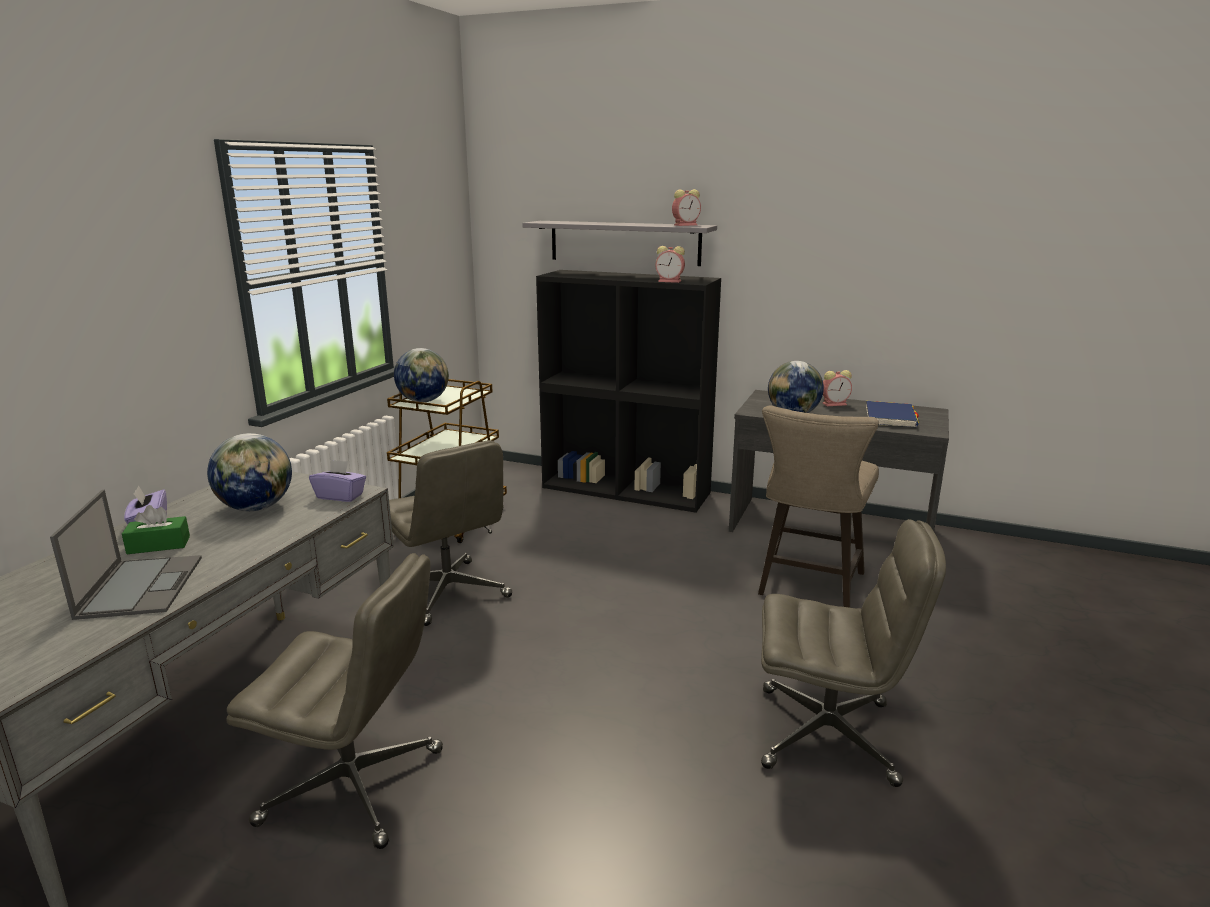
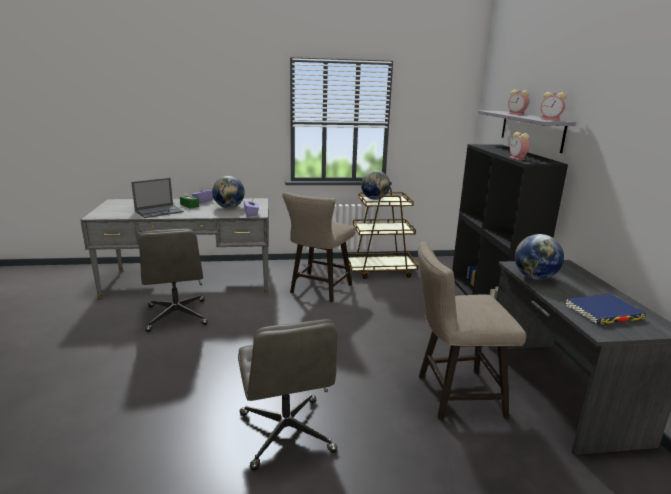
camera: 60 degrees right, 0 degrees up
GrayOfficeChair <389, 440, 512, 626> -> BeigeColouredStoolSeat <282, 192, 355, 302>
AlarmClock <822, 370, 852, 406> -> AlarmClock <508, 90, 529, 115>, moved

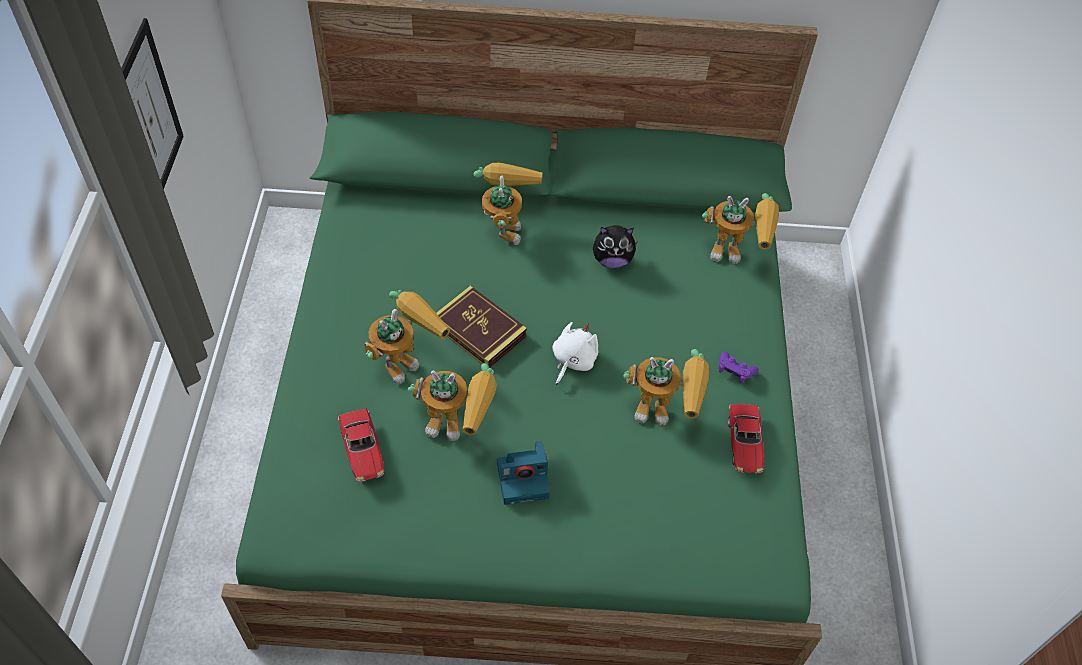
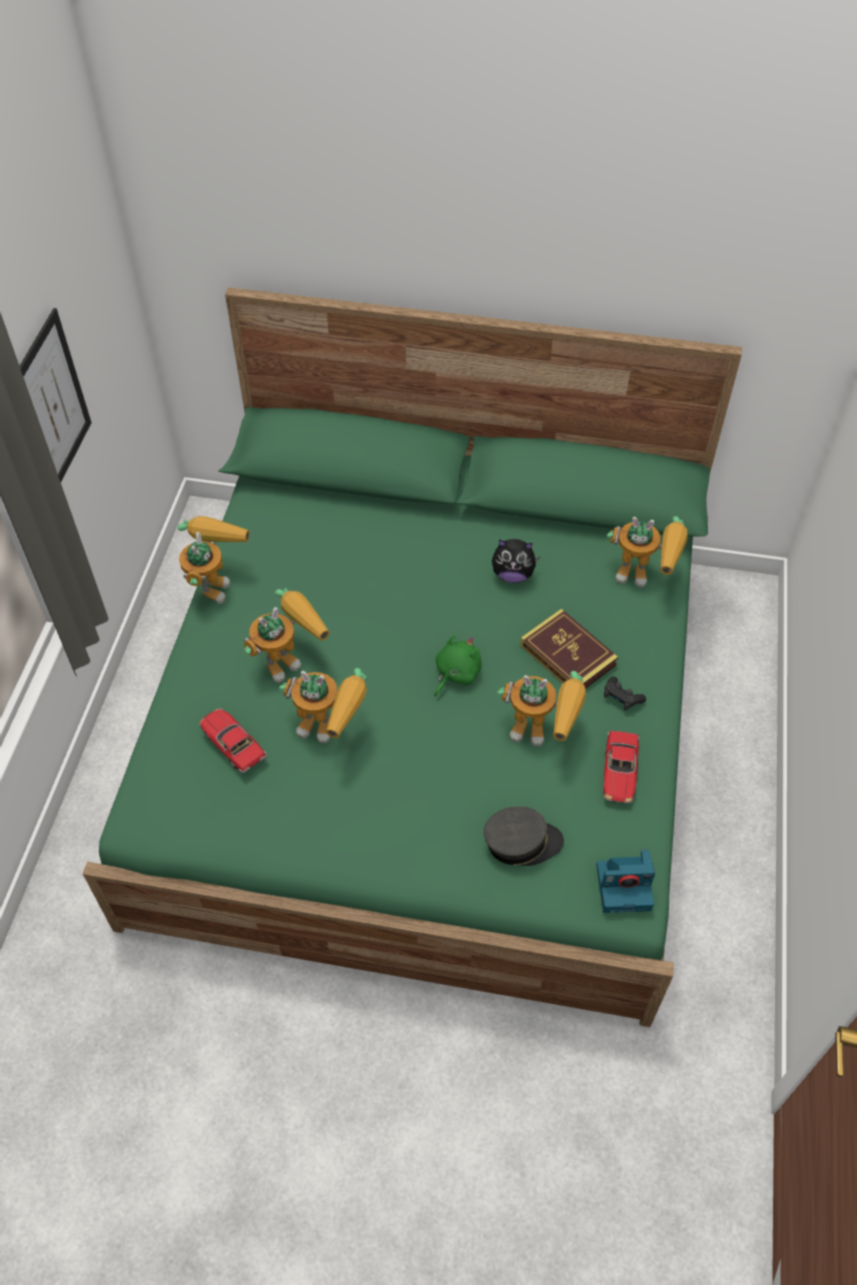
camera: 10 degrees right, 0 degrees up
ModelCar <338, 409, 384, 482> -> ModelCar <199, 708, 267, 773>, 150 degrees clockwise
BoundBook <436, 285, 527, 368> -> BoundBook <520, 609, 618, 689>, moved
RobotFigure <474, 163, 543, 245> -> RobotFigure <177, 516, 250, 604>, moved
PhotoCamera <497, 441, 550, 505> -> PhotoCamera <596, 849, 655, 913>, moved
WhiteColouredSoftToy <553, 322, 599, 385> -> GreenSoftToy <434, 634, 482, 696>
PurplishGameController <719, 351, 759, 383> -> BlackGameController <604, 676, 646, 711>
none -> GrayCap <484, 806, 564, 866>

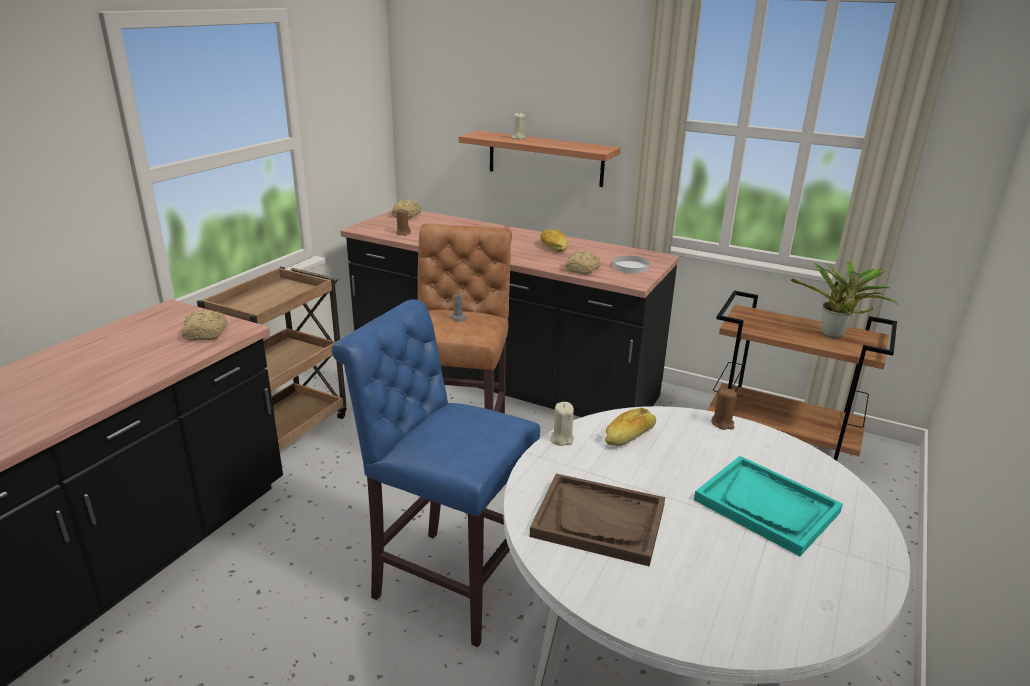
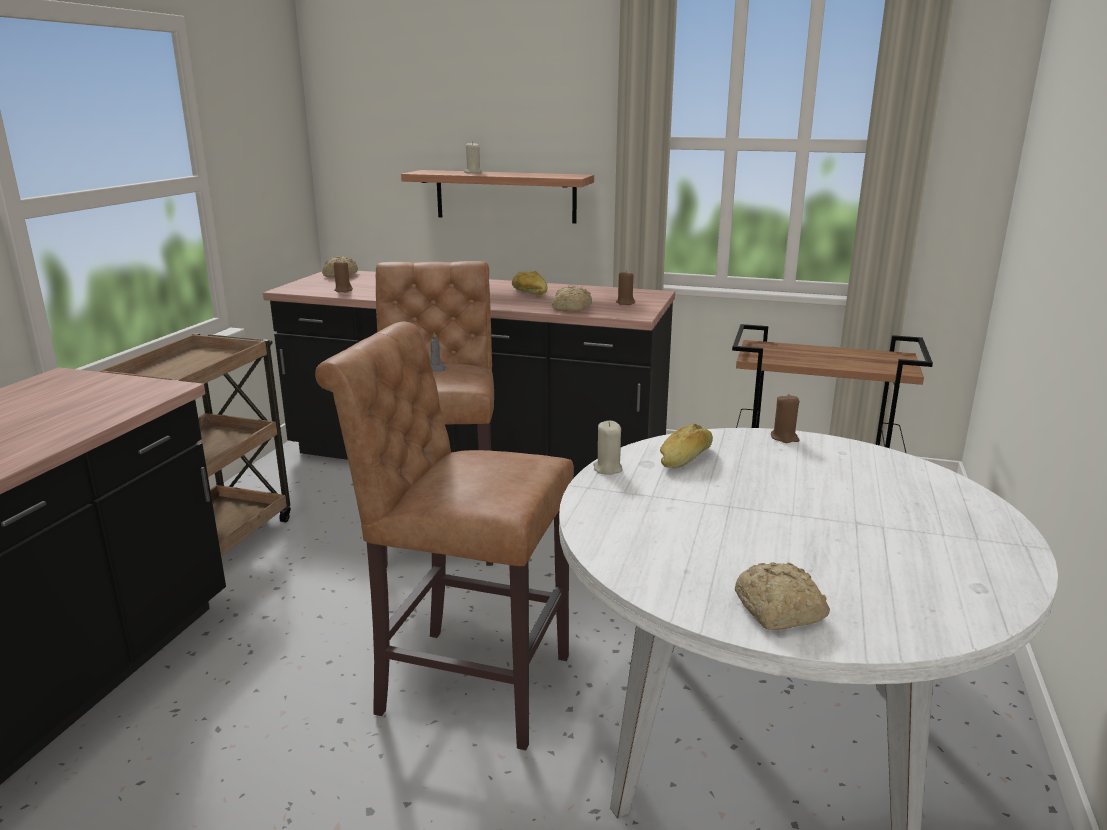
camera: 10 degrees left, 5 degrees down
BakeryBread <182, 310, 228, 341> -> BakeryBread <735, 563, 830, 630>, moved
BluishStoolSeat <332, 299, 540, 647> -> BrownishStoolSeat <315, 322, 574, 750>
BrownishServingTray <530, 474, 665, 566> -> none
WhiteColouredPlate <613, 256, 650, 273> -> BrownishWaxCandle <616, 270, 635, 305>
BlueGreenServingTray <694, 456, 843, 556> -> none
PlantInAPot <791, 262, 898, 338> -> none

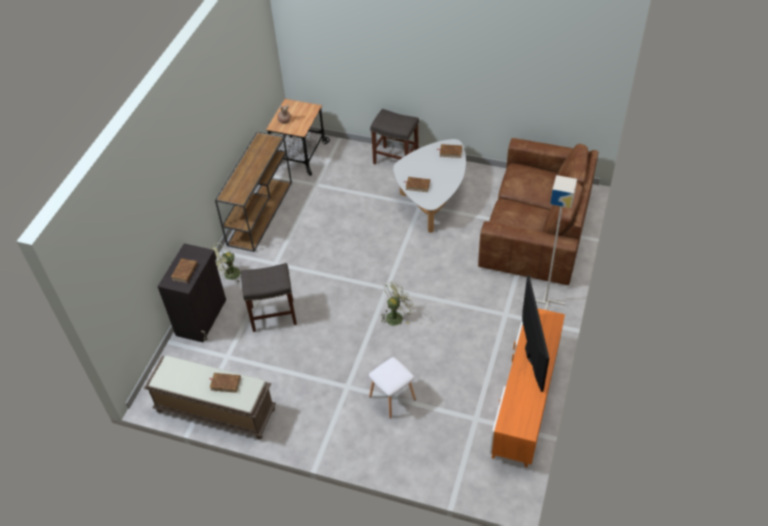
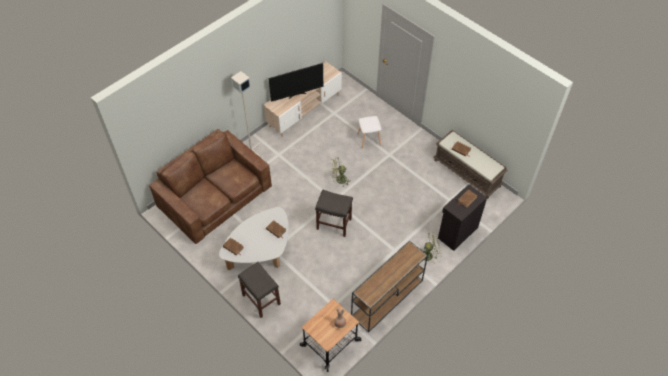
camera: 155 degrees left, 5 degrees up
GrayStoolSeat <241, 263, 297, 332> -> GrayStoolSeat <315, 190, 353, 237>, moved
OrangeColouredTvStand <490, 308, 565, 467> -> BeigeColouredTvStand <264, 62, 342, 137>
TvSet <522, 276, 549, 392> -> TvSet <268, 63, 323, 102>, 135 degrees counterclockwise

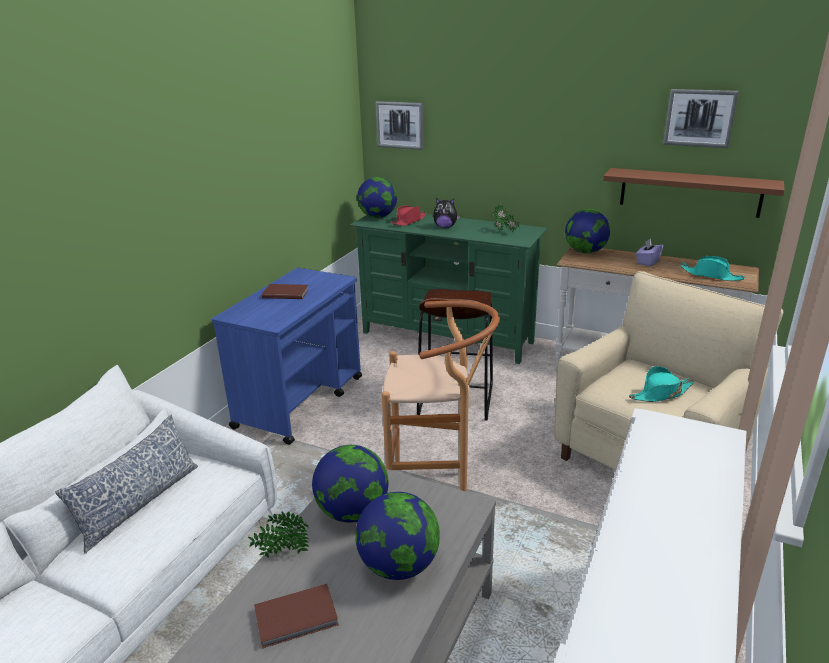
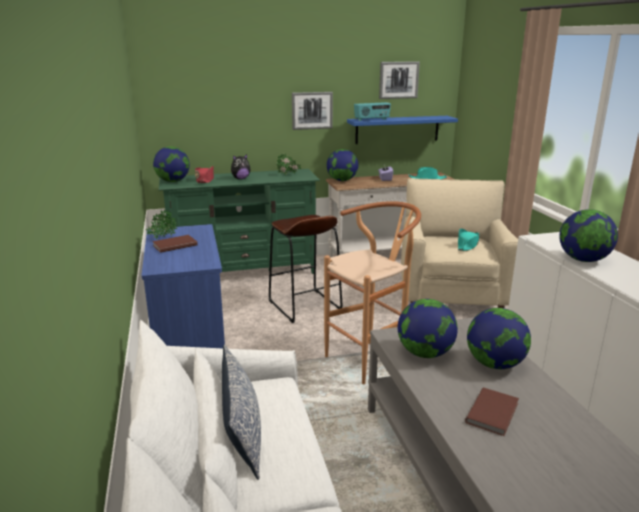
camera: 40 degrees left, 5 degrees down
PlantInAPot <248, 511, 309, 558> -> PlantInAPot <146, 210, 177, 239>, moved
WallArt <375, 101, 424, 150> -> WallArt <292, 92, 333, 130>, moved
BrownishWallShelf <603, 168, 785, 218> -> BluishWallShelf <347, 116, 458, 144>
none -> RadioReceiver <354, 102, 391, 121>
none -> WorldGlobe <559, 209, 618, 262>

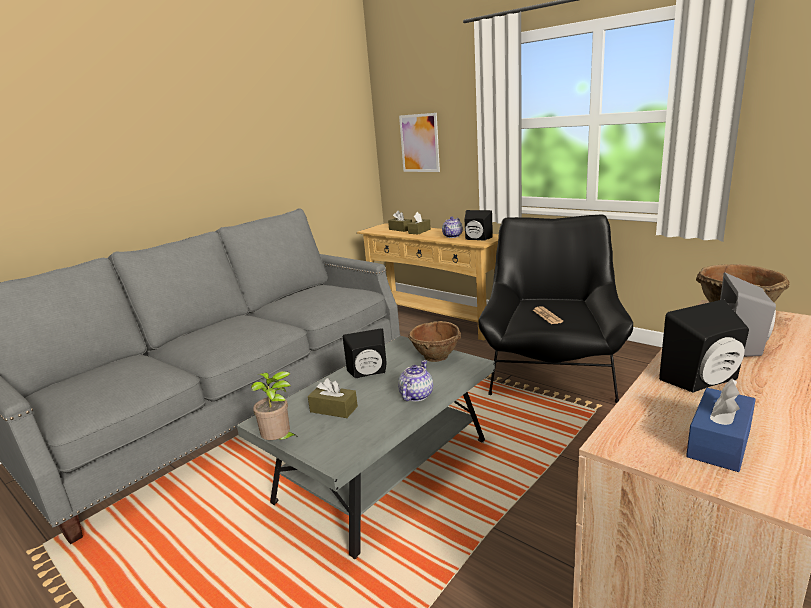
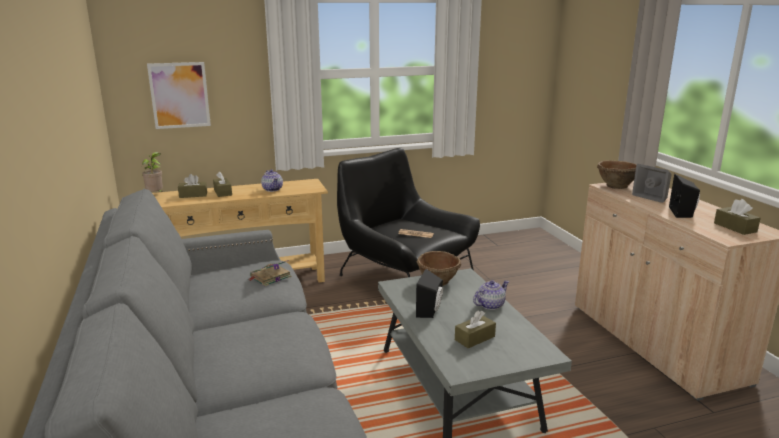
camera: 60 degrees left, 0 degrees up
PlantInAPot <251, 371, 299, 440> -> PlantInAPot <141, 152, 163, 192>, moved
TeaPot <398, 360, 433, 401> -> TeaPot <473, 280, 509, 310>, 90 degrees clockwise
BlackLoudspeaker <464, 210, 493, 241> -> none
BluishBoxOfTissues <686, 379, 756, 472> -> BrownishBoxOfTissues <714, 199, 761, 235>
none -> BoundBook <247, 260, 292, 286>

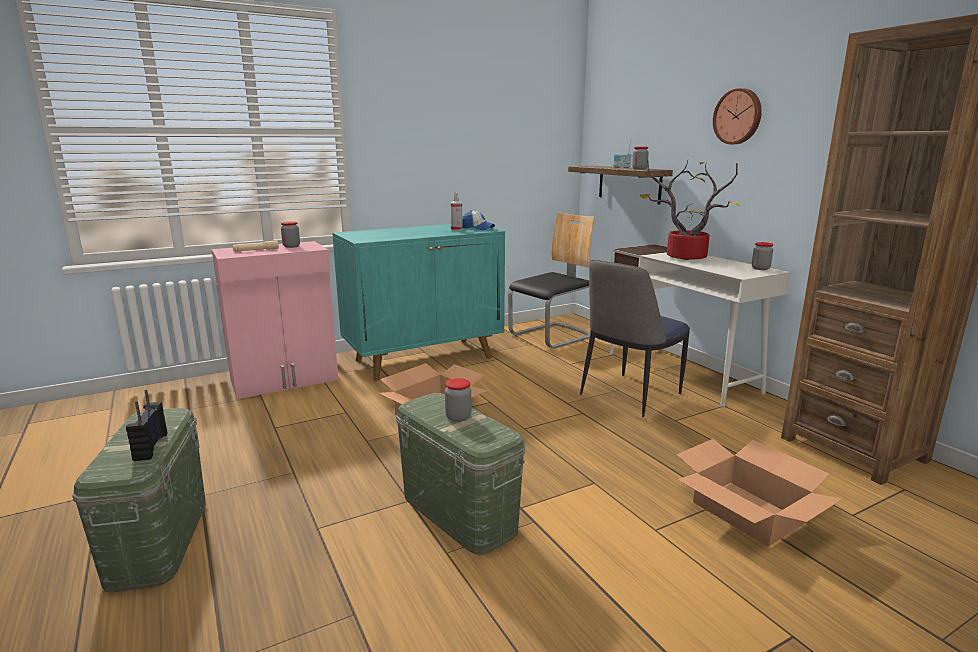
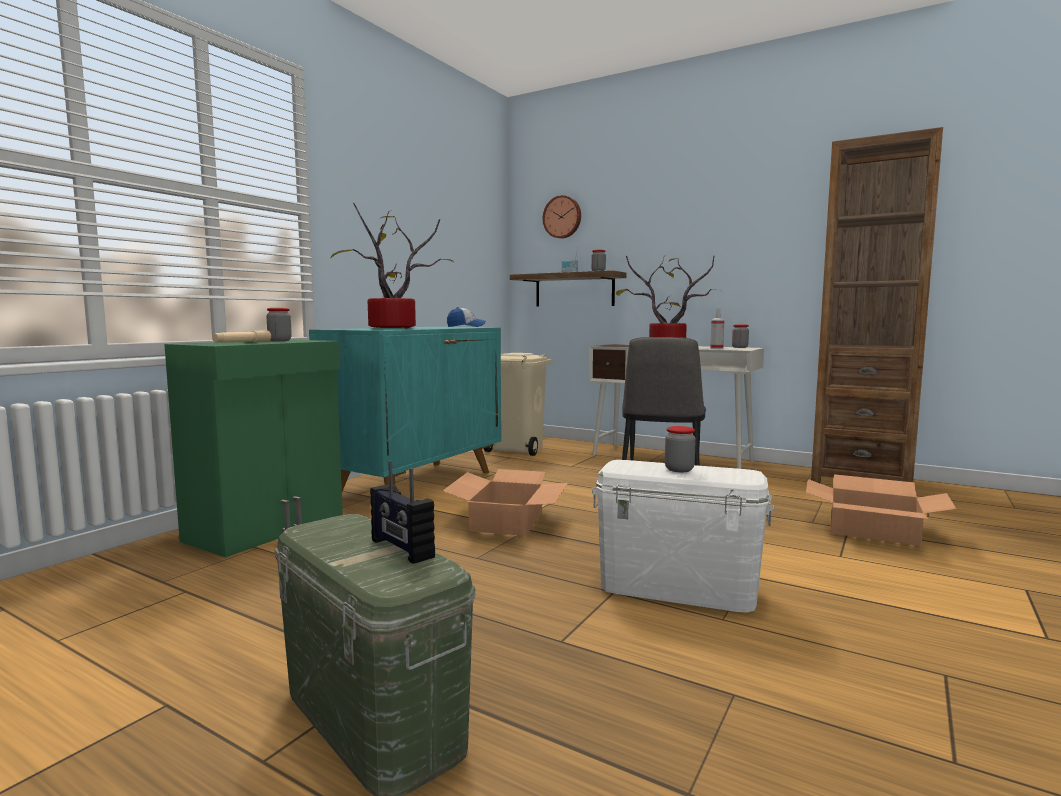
camera: 30 degrees left, 10 degrees down
PinkCabinet <212, 241, 338, 399> -> GreenCabinet <164, 340, 343, 558>
GreenStorageBin <396, 393, 525, 555> -> WhiteColouredStorageBin <592, 460, 773, 613>
SprayBottle <450, 192, 462, 231> -> SprayBottle <710, 309, 725, 349>, moved
Chair <508, 212, 595, 349> -> BeigeColouredTrashCan <484, 353, 553, 456>
HangingClock <713, 88, 762, 144> -> HangingClock <543, 195, 581, 239>, moved
none -> PlantInAPot <331, 203, 453, 329>

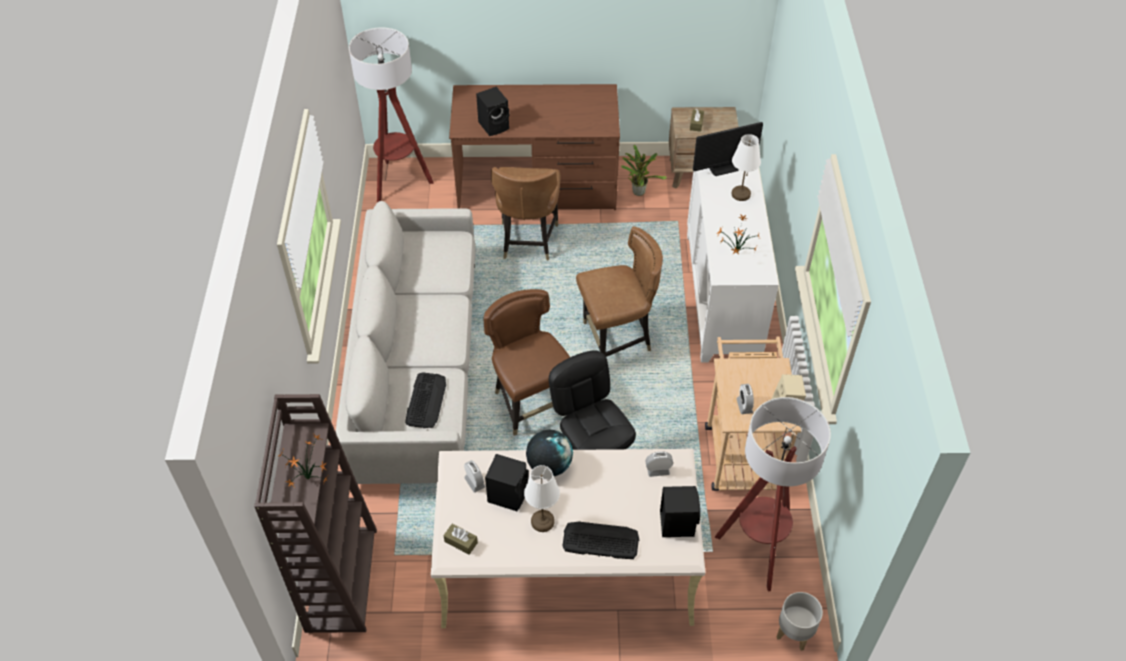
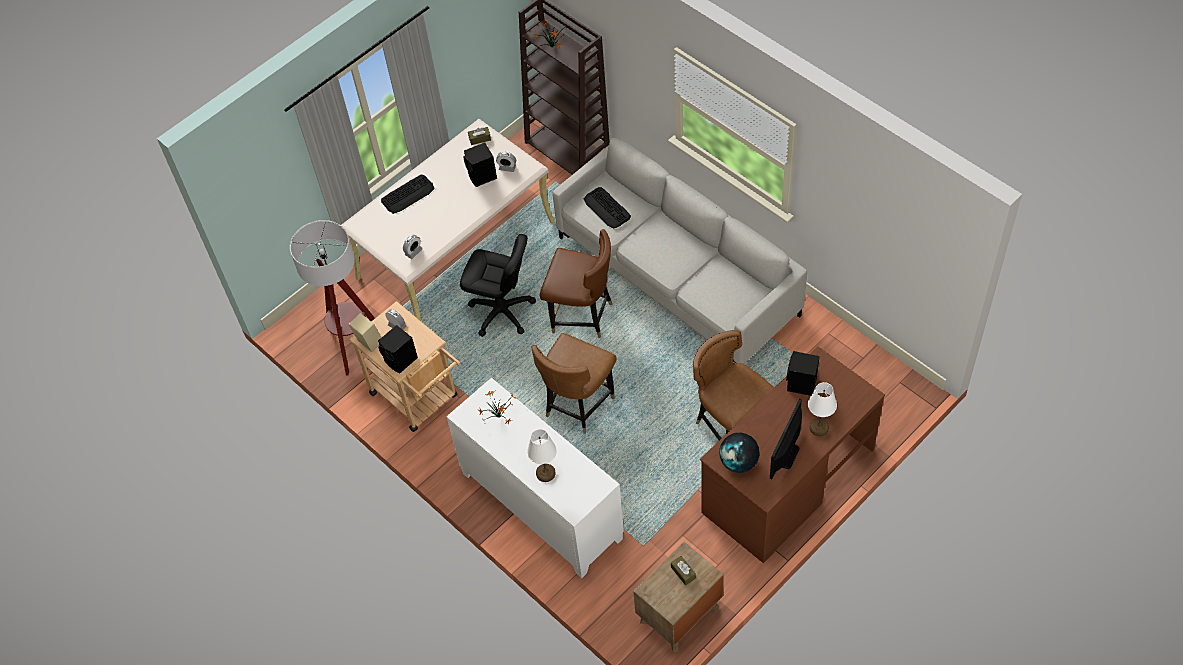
camera: 140 degrees right, 5 degrees up
FloorLamp <349, 27, 434, 202> -> none
WhiteColouredTableLamp <524, 465, 560, 532> -> WhiteColouredTableLamp <808, 382, 837, 436>, moved
WorldGlobe <526, 430, 573, 476> -> WorldGlobe <719, 433, 760, 473>, moved
PlantInAPot <621, 145, 667, 196> -> none
BlackLoudspeaker <660, 486, 700, 537> -> BlackLoudspeaker <378, 325, 418, 374>, moved
Monitor <693, 122, 763, 176> -> Monitor <770, 399, 802, 479>, moved
GrayPlantPot <777, 592, 823, 651> -> none

